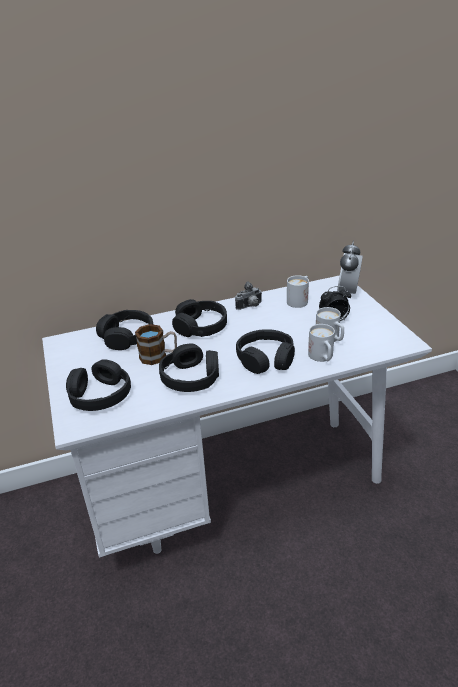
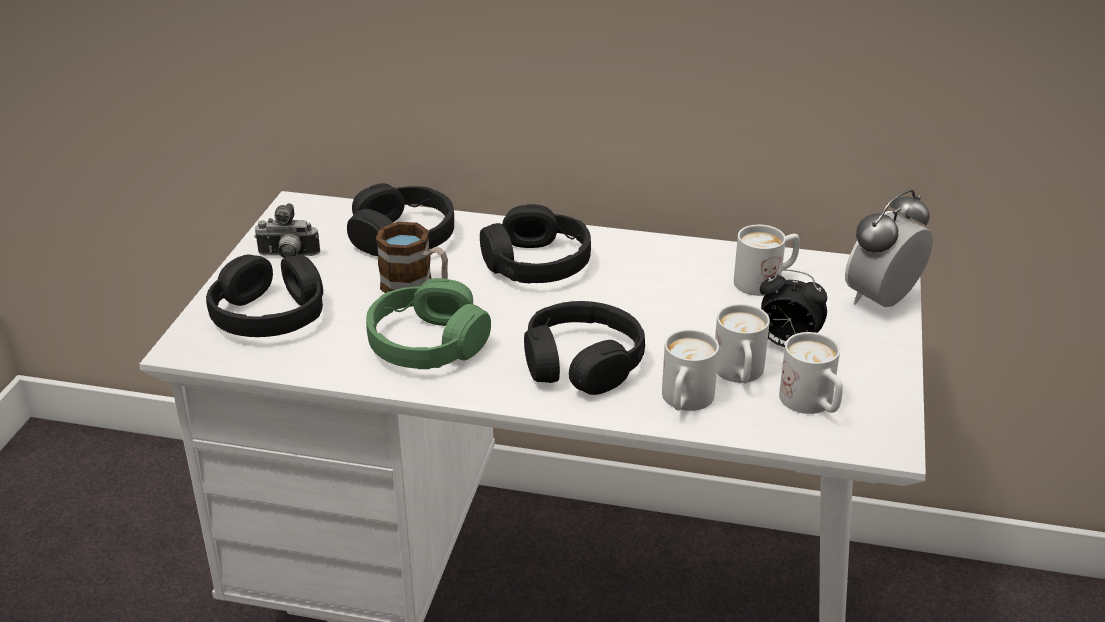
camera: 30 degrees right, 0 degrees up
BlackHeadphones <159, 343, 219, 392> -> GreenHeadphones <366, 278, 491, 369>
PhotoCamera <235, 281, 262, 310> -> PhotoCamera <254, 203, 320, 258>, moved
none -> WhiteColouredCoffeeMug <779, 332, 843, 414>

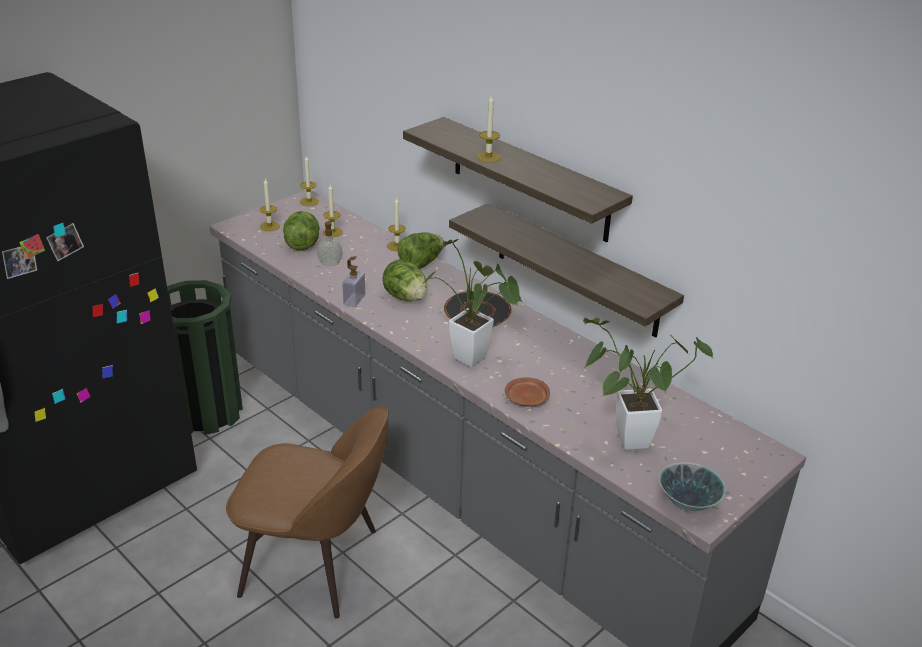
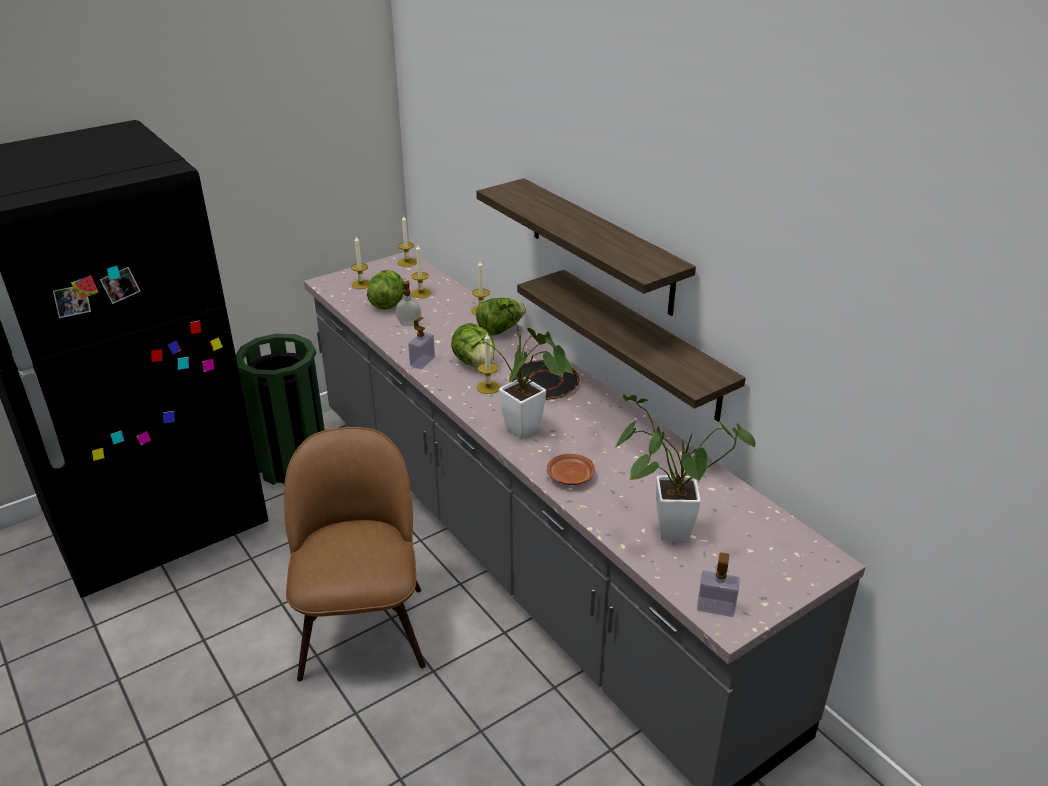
camera: 10 degrees right, 0 degrees up
BrownishChair <226, 407, 389, 619> -> BrownishChair <284, 427, 426, 681>, 120 degrees counterclockwise
WaxCandle <476, 94, 501, 163> -> WaxCandle <477, 333, 500, 394>, moved
ServingBowl <659, 462, 726, 512> -> LiquidSoapBottle <697, 552, 740, 617>

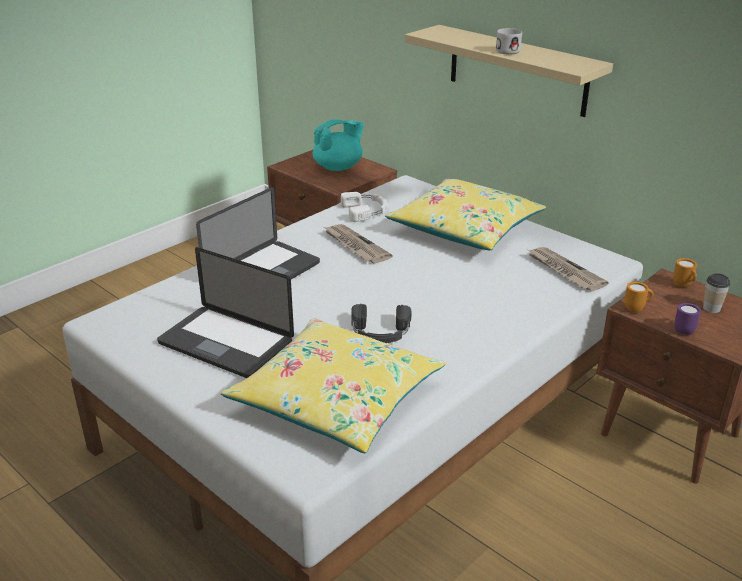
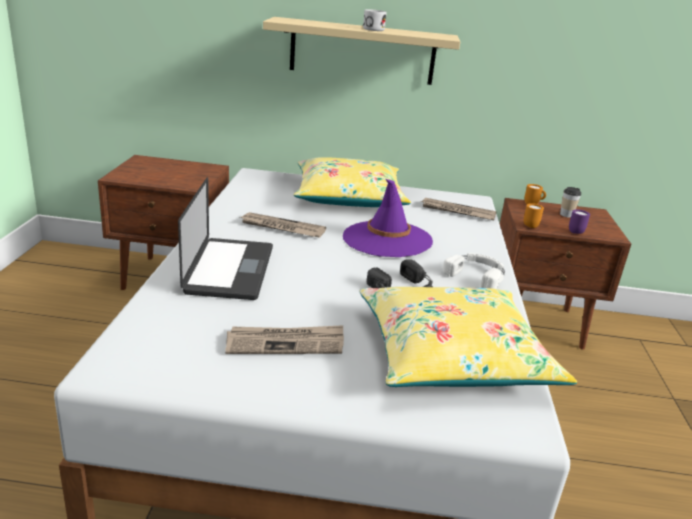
camera: 40 degrees left, 5 degrees down
PortableComputer <157, 247, 294, 378> -> PrintedPaper <225, 325, 344, 354>
BlueGreenTeaPot <313, 119, 364, 171> -> none
WhiteColouredHeadphones <341, 192, 388, 222> -> WhiteColouredHeadphones <443, 253, 505, 289>, moved
none -> PurplishWearableHat <343, 179, 433, 257>

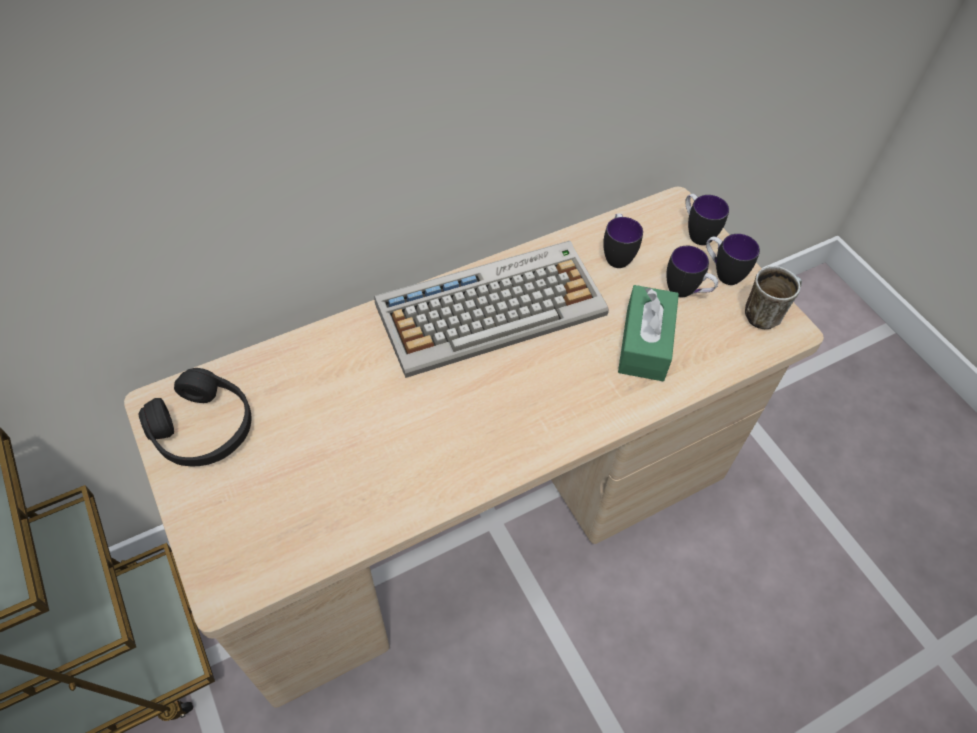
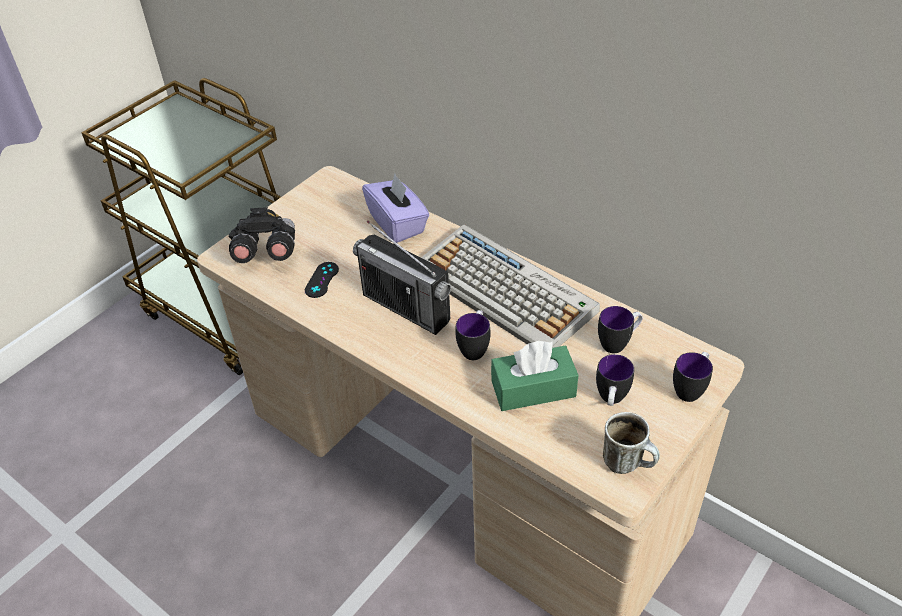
camera: 70 degrees right, 10 degrees down
BlackHeadphones <139, 368, 252, 466> -> none
CoffeeMug <706, 234, 760, 285> -> CoffeeMug <455, 310, 490, 360>, moved
none -> BlackBinoculars <229, 207, 295, 263>
none -> BlackGameController <305, 262, 339, 298>
none -> RadioReceiver <353, 221, 451, 335>
none -> PurplishBoxOfTissues <362, 173, 429, 243>

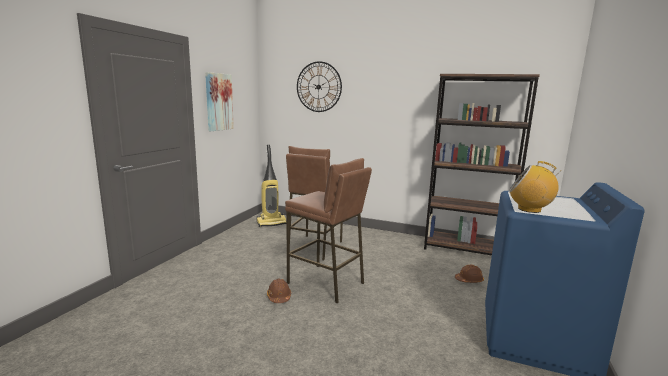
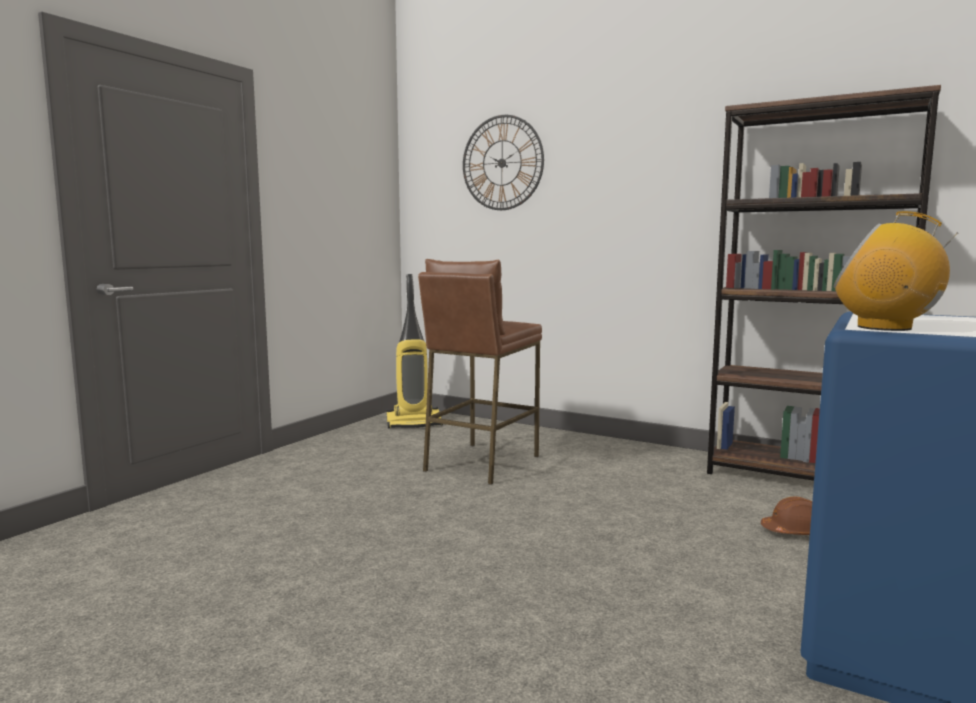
camera: 10 degrees right, 5 degrees down
WallArt <205, 72, 234, 131> -> none
BrownishSafetyHelmet <267, 278, 291, 303> -> none
BrownishStoolSeat <285, 158, 372, 303> -> none

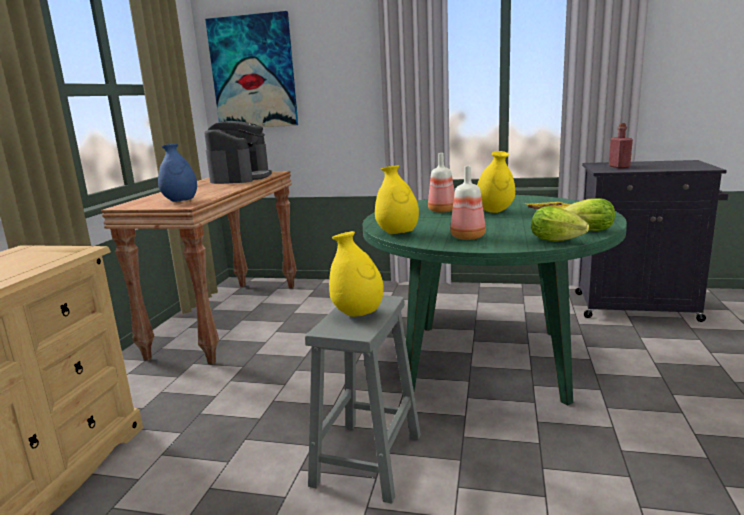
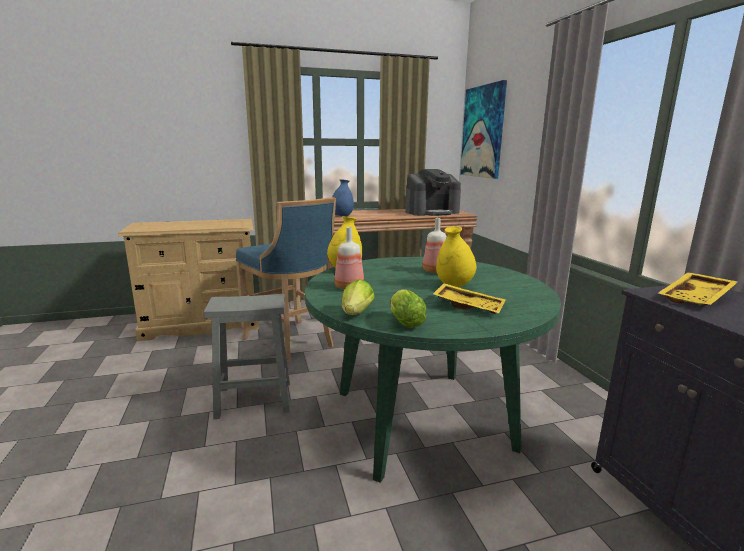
camera: 60 degrees right, 0 degrees up
YellowishDecorativeVase <329, 231, 383, 317> -> none
RedBottle <609, 123, 633, 169> -> YellowishServingTray <657, 272, 738, 305>
none -> BluishStoolSeat <236, 197, 336, 363>

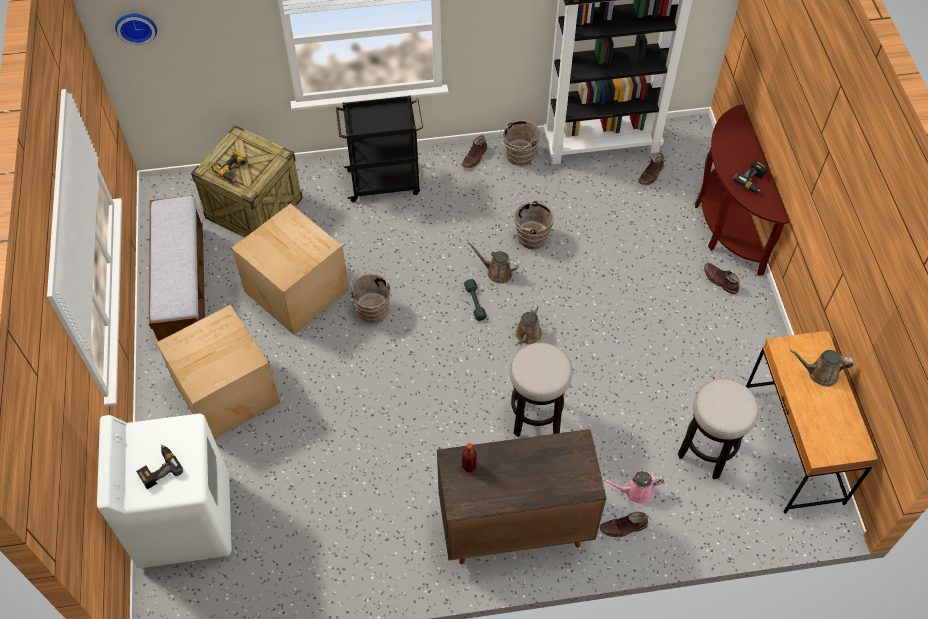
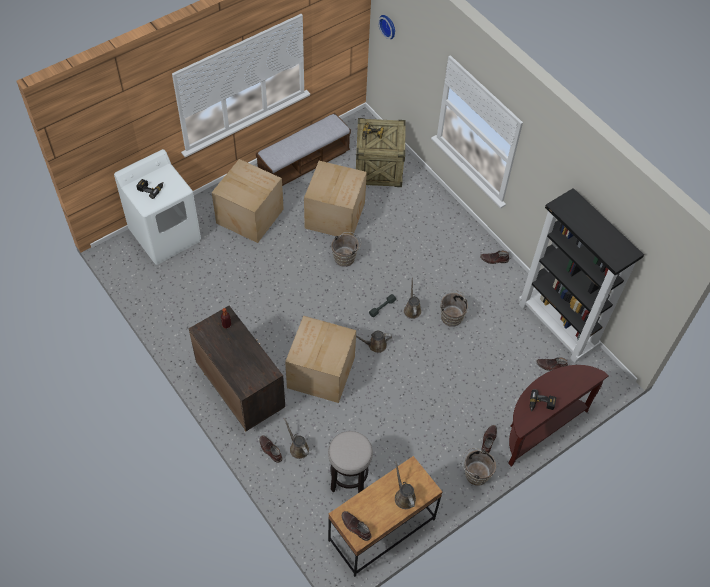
camera: 60 degrees right, 0 degrees up
BlackTrolley <336, 95, 423, 202> -> none
BrownishWaterBucket <500, 121, 540, 166> -> BrownishWaterBucket <462, 448, 496, 486>, moved
StoolSeat <510, 343, 573, 437> -> PackingBox <285, 316, 356, 403>
PinkWateringCan <603, 471, 664, 505> -> BrownishWateringCan <284, 418, 309, 459>
none -> BrownishBoot <342, 511, 371, 541>

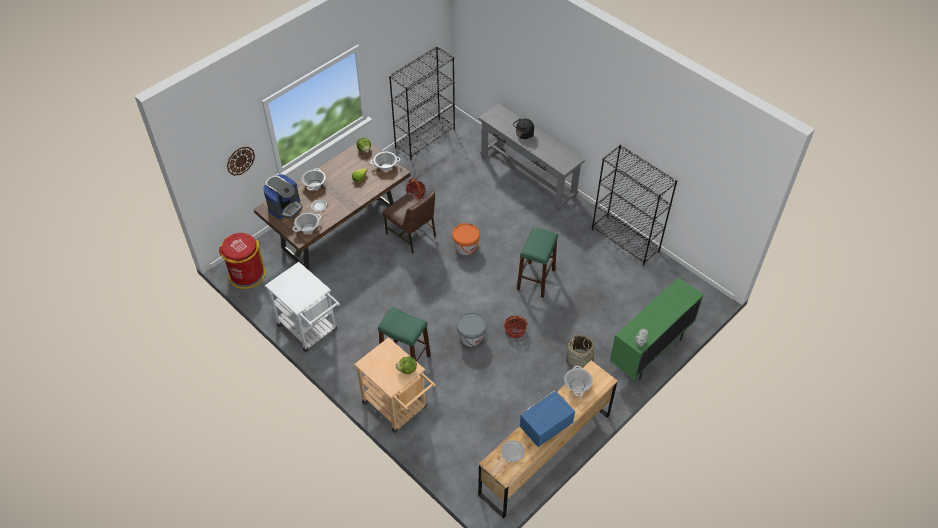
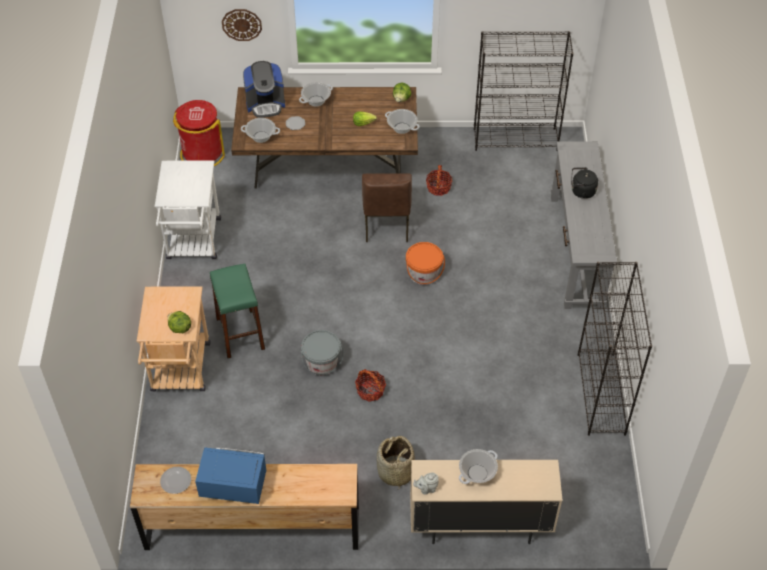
camera: 45 degrees right, 0 degrees up
GreenStoolSeat <517, 227, 558, 298> -> none
Stockpot <564, 365, 593, 397> -> Stockpot <459, 449, 498, 484>, moved
GreenCabinet <610, 277, 704, 380> -> BeigeColouredCabinet <410, 460, 563, 544>

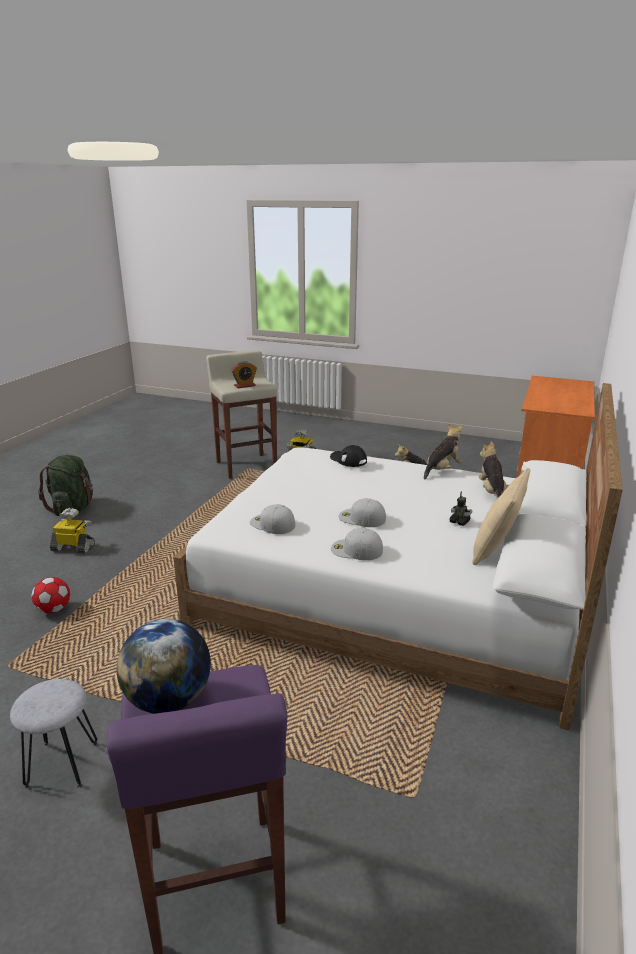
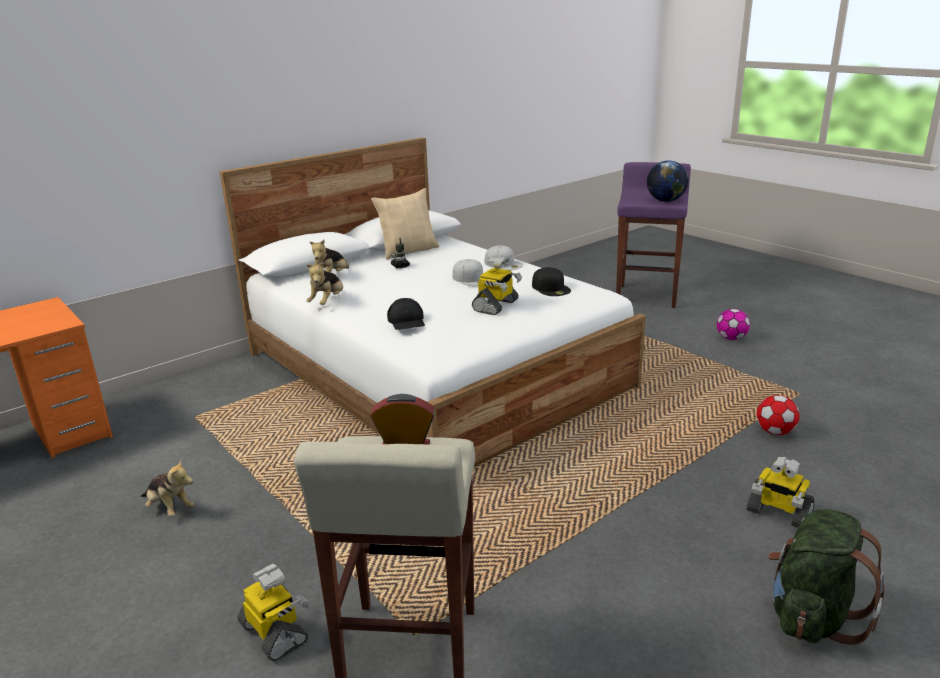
camera: 150 degrees left, 0 degrees up
GrayStoolSeat <10, 679, 98, 788> -> Football <717, 309, 750, 340>
WhiteColouredCap <250, 504, 295, 534> -> BlackCap <532, 267, 571, 296>
SoftToy <424, 424, 462, 479> -> SoftToy <306, 261, 343, 305>, 60 degrees counterclockwise
none -> RobotFigure <472, 256, 522, 315>

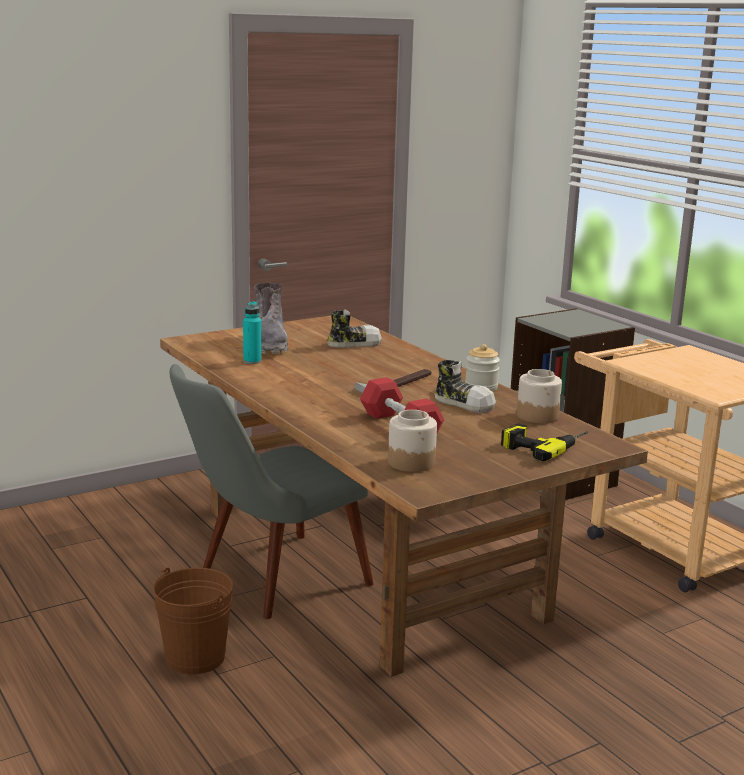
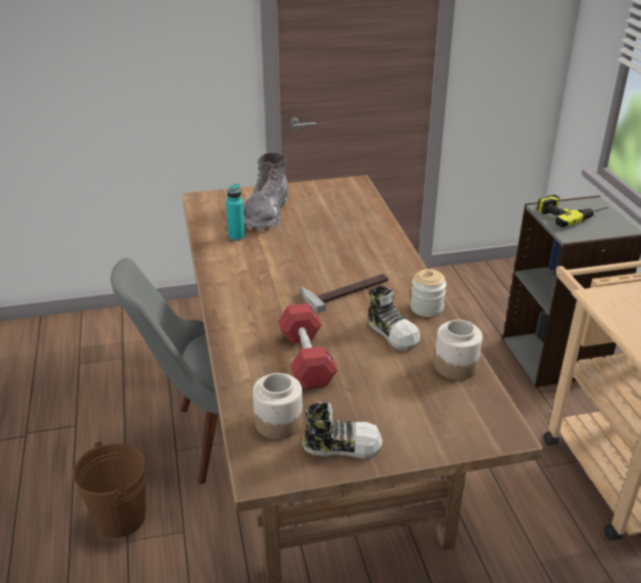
camera: 20 degrees right, 15 degrees up
LowShoe <327, 309, 382, 348> -> LowShoe <301, 403, 383, 459>, moved
PowerDrill <501, 423, 588, 462> -> PowerDrill <537, 195, 608, 227>, moved

